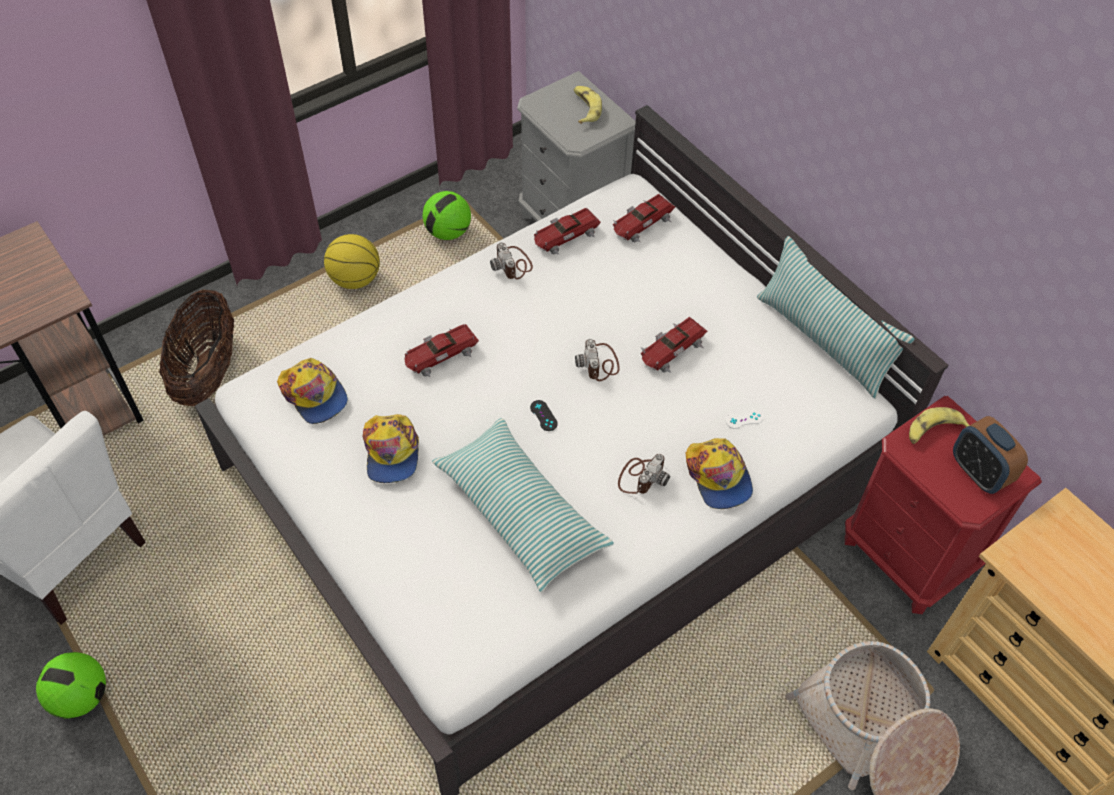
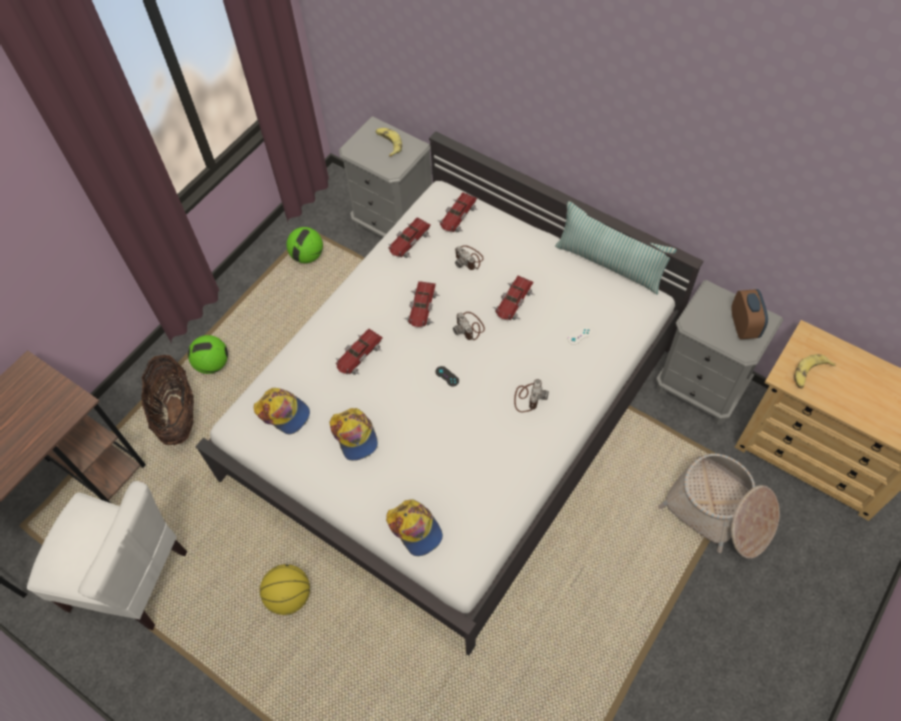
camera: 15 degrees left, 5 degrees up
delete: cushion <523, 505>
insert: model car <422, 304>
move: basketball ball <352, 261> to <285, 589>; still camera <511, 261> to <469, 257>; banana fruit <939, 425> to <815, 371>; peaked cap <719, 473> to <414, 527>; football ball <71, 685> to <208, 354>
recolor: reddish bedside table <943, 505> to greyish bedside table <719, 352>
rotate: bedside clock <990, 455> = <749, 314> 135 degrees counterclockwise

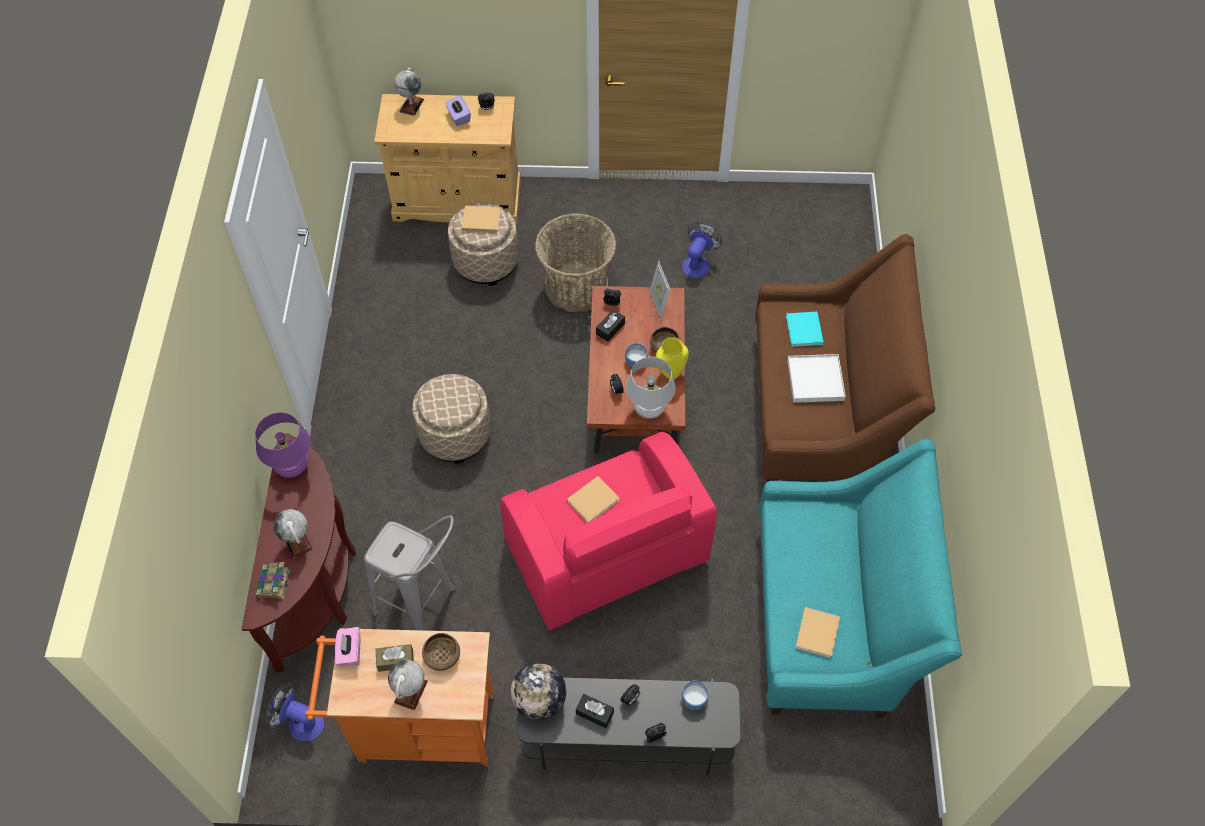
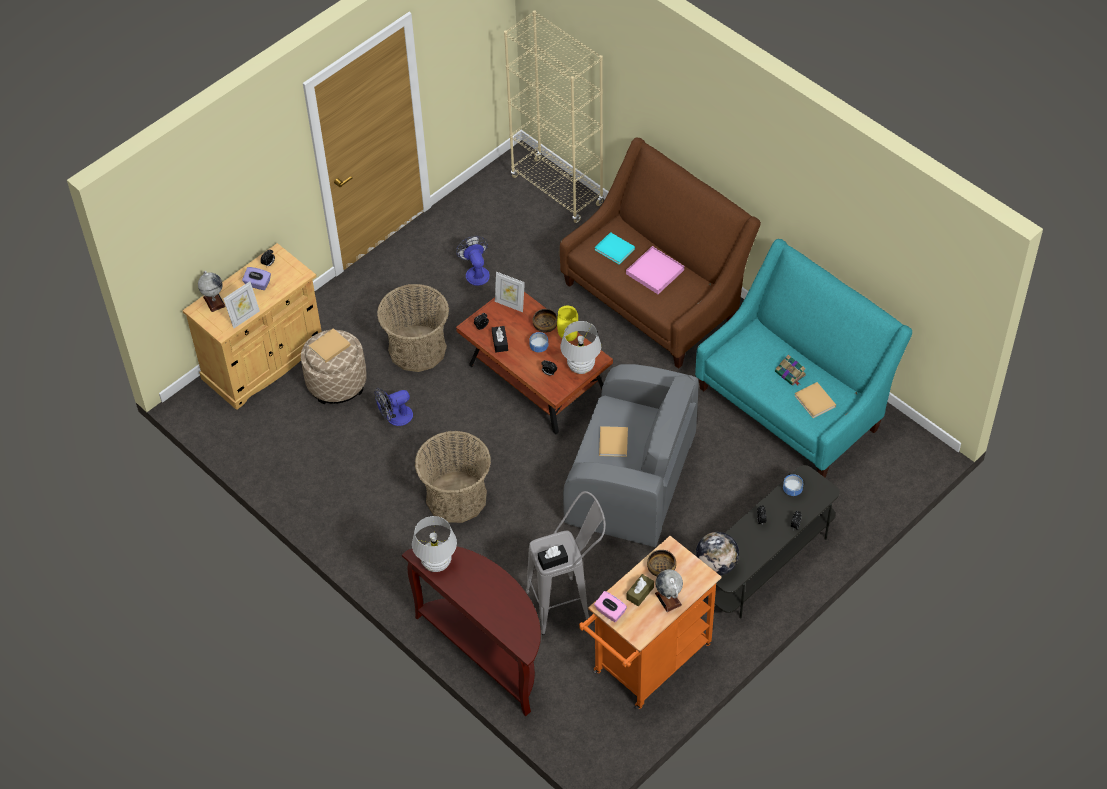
camera: 45 degrees left, 5 degrees down
delete: world globe <293, 534>
insert: sand-coloured bookshelf <554, 116>; standing frame <241, 304>
move: book <273, 582> to <790, 369>; fan <295, 711> to <394, 407>; black tissue holder <595, 711> to <553, 557>
replace: sand-coloured pouffe <451, 419> to storage basket <453, 477>
recolor: white serving tray <816, 378> to pink-coloured serving tray <655, 270>; purplish lamp for a table <283, 445> to white lamp for a table <434, 544>; pink-coloured lounge chair <608, 531> to greyish lounge chair <630, 455>

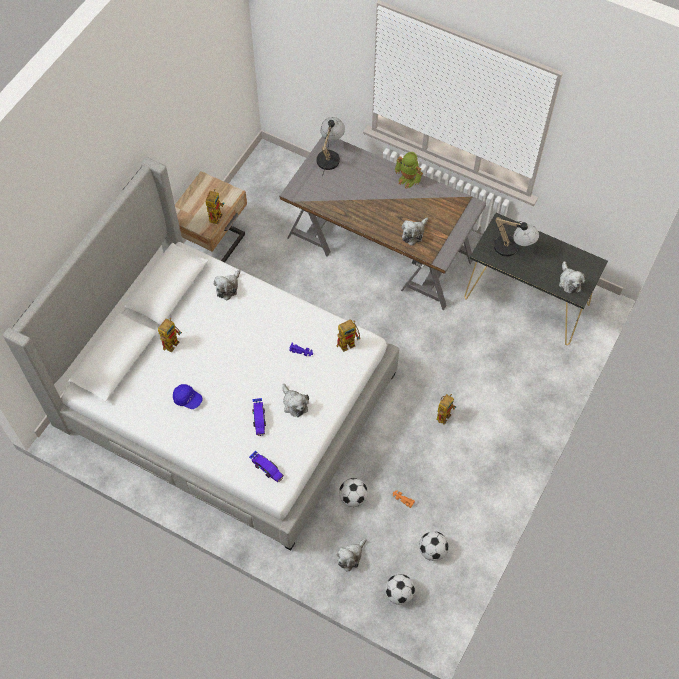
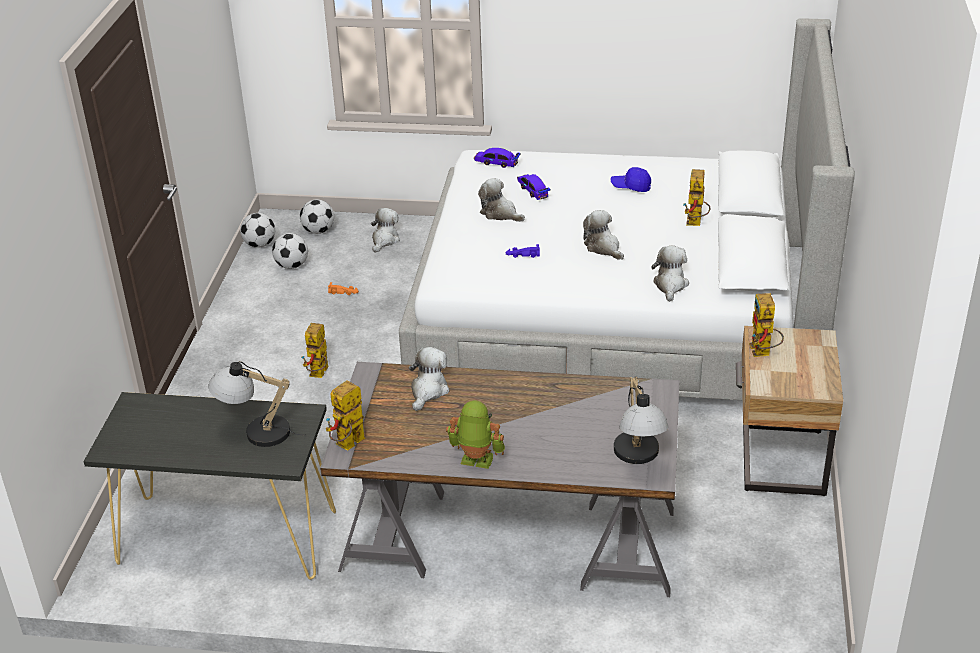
camera: 160 degrees right, 25 degrees down
move: plush toy <572, 277> to <603, 235>; robot figure <348, 336> to <345, 416>; football ball <353, 492> to <257, 230>

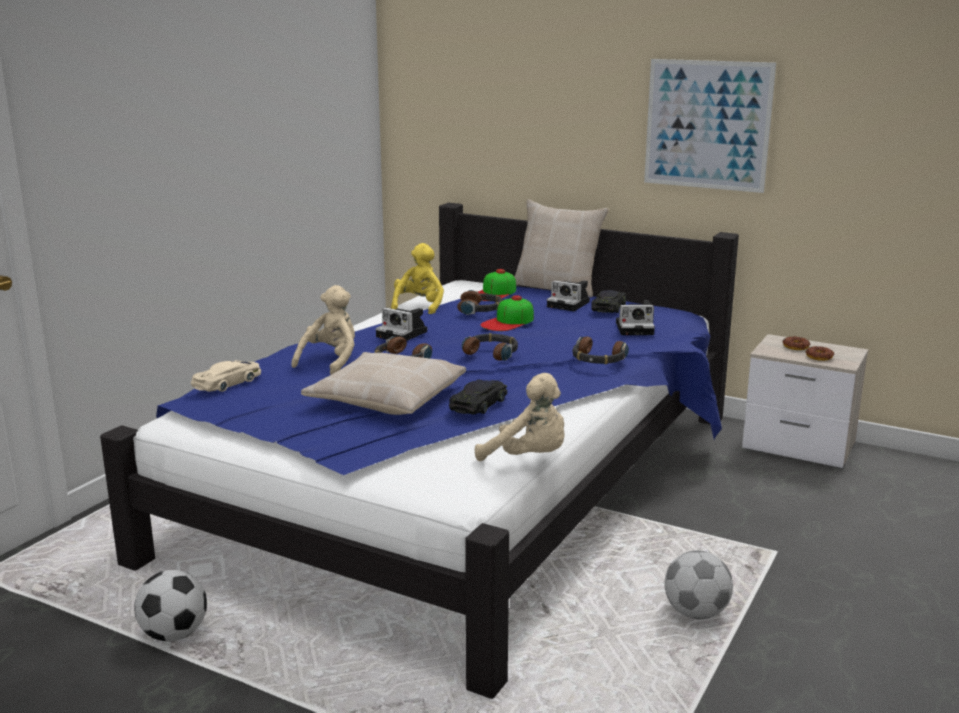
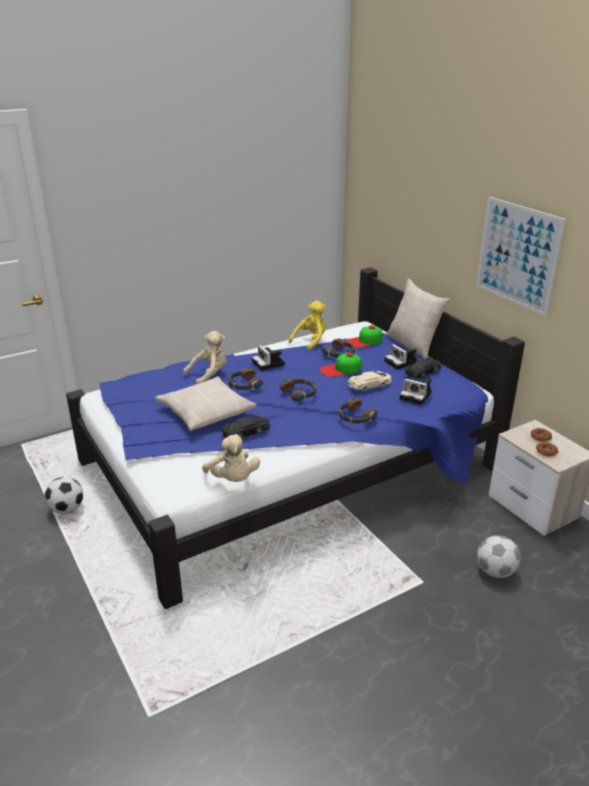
camera: 30 degrees right, 10 degrees up
move: sand-coloured model car <226, 376> to <370, 381>; football ball <698, 585> to <498, 556>

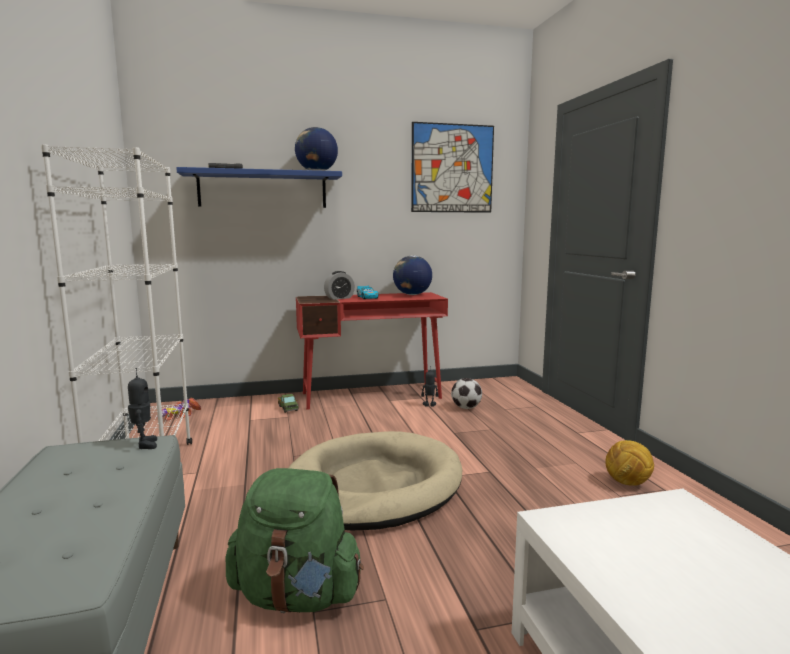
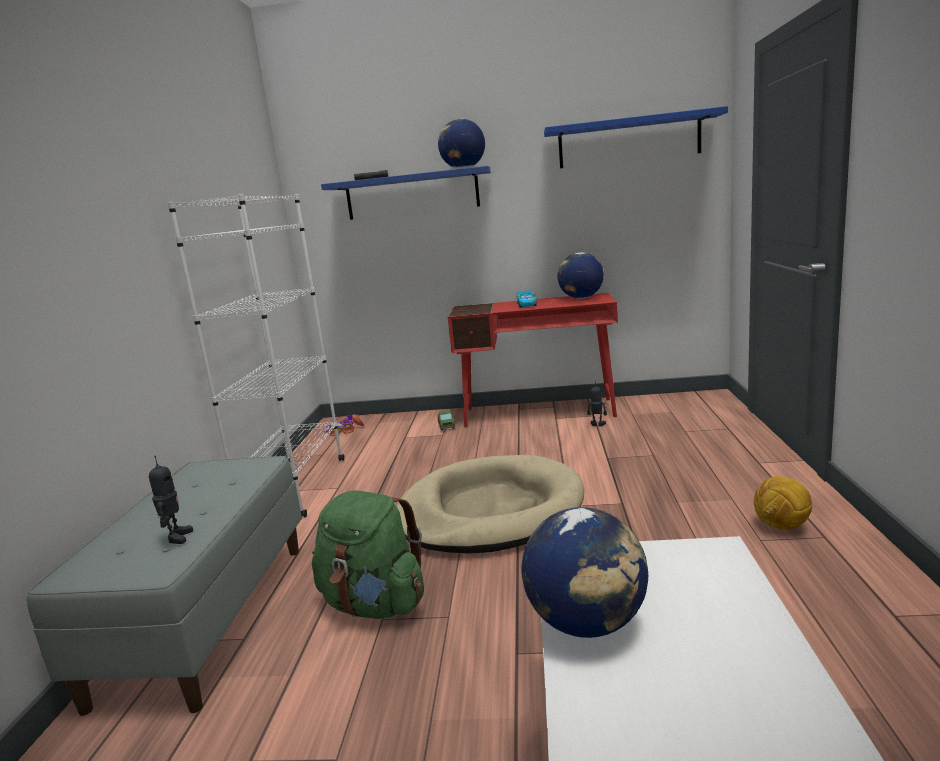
camera: 20 degrees right, 5 degrees up
delete: bedside clock <339, 285>; football ball <466, 393>
insert: world globe <584, 572>
move: robot figure <142, 408> to <171, 500>
replace: wall art <452, 167> to bluish wall shelf <636, 137>

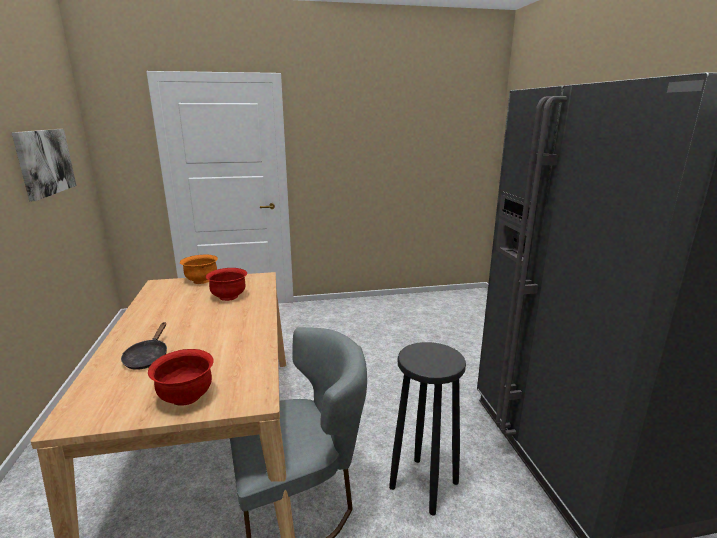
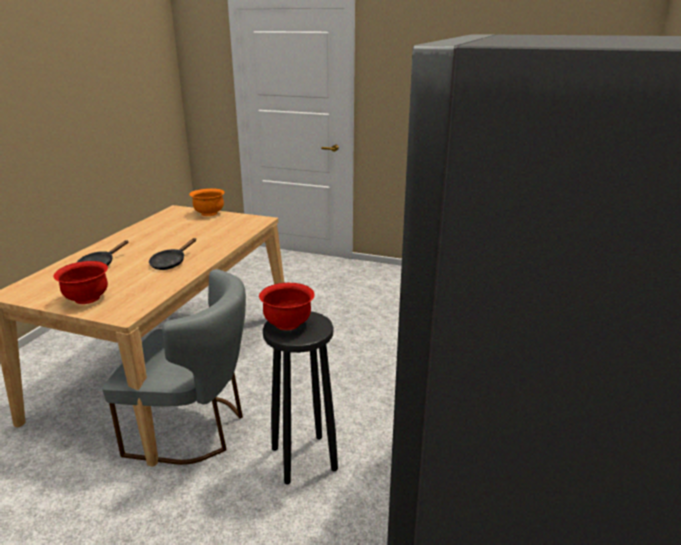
camera: 30 degrees right, 5 degrees up
delete: wall art <43, 165>
insert: black frying pan <172, 254>
move: reddish serving bowl <226, 284> to <287, 306>

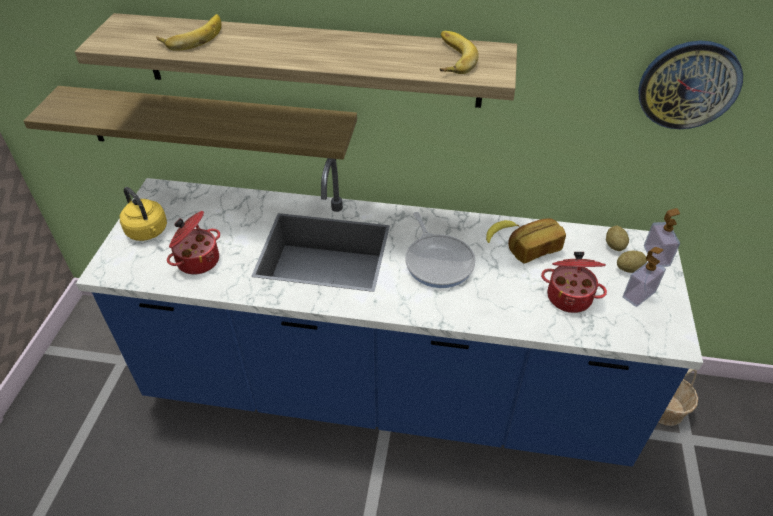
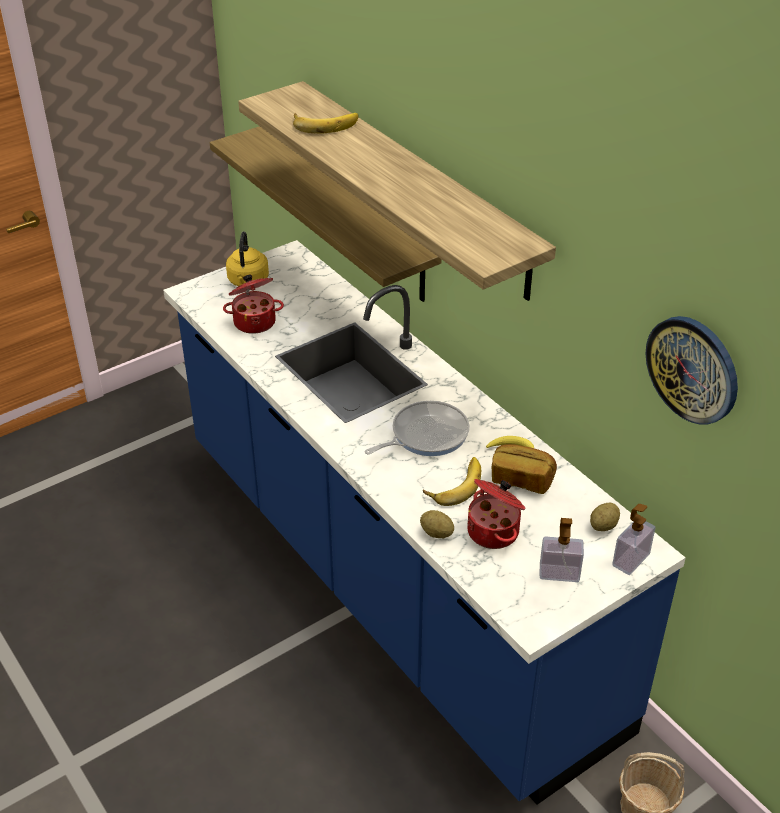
camera: 45 degrees right, 5 degrees down
move: banana fruit <459, 52> to <452, 481>; whole potato <632, 262> to <437, 524>
rotate: frying pan <440, 250> = <417, 428> 150 degrees counterclockwise

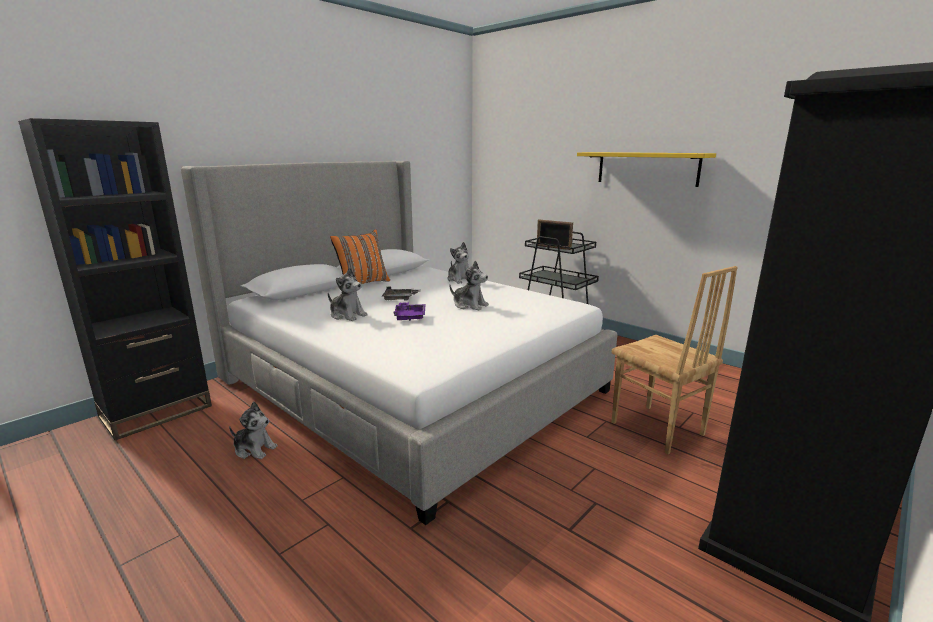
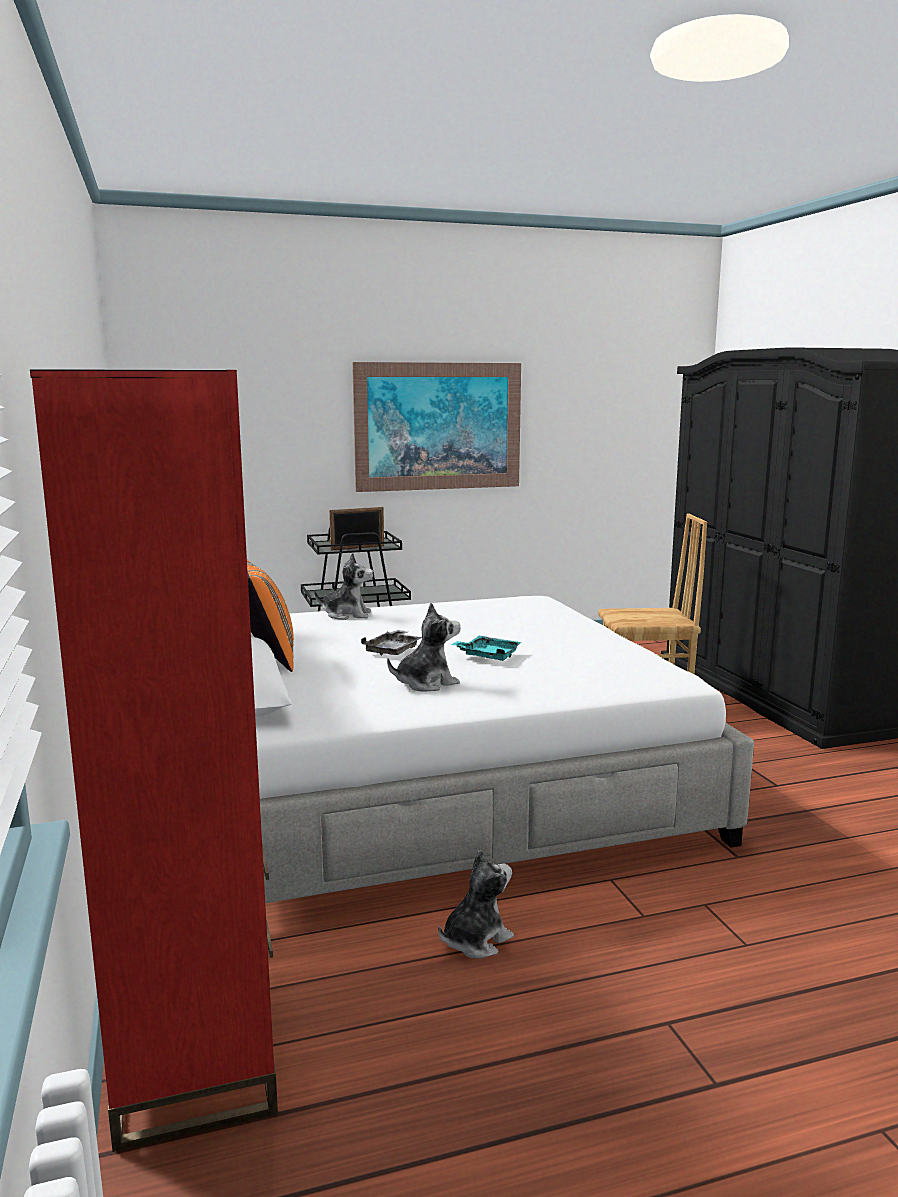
camera: 60 degrees left, 5 degrees down
delete: plush toy <469, 285>
replace: yellow-coloured wall shelf <646, 169> to wall art <436, 427>
recolor: black bookshelf <115, 279> to reddish bookshelf <154, 760>; purplish serving tray <409, 311> to turquoise-coloured serving tray <486, 648>

